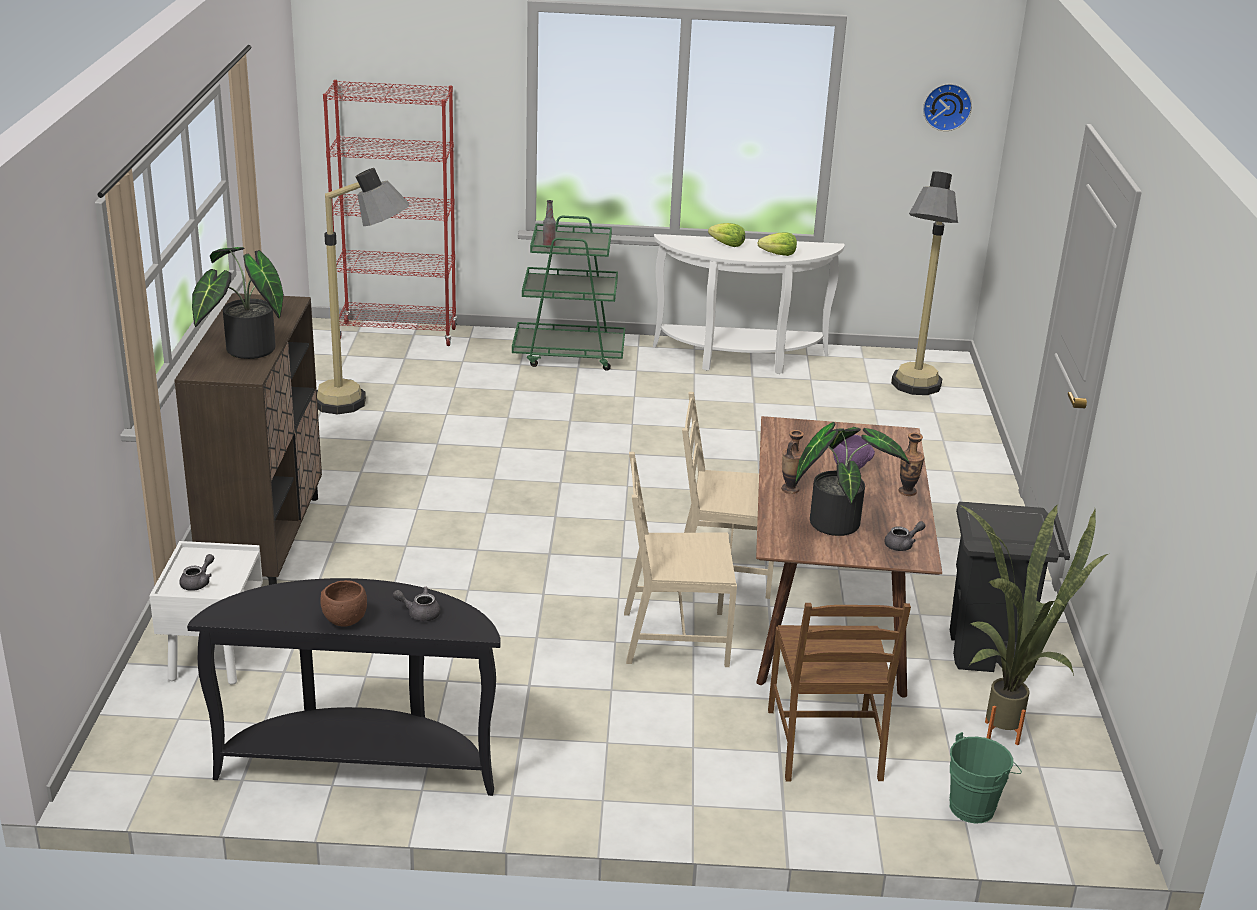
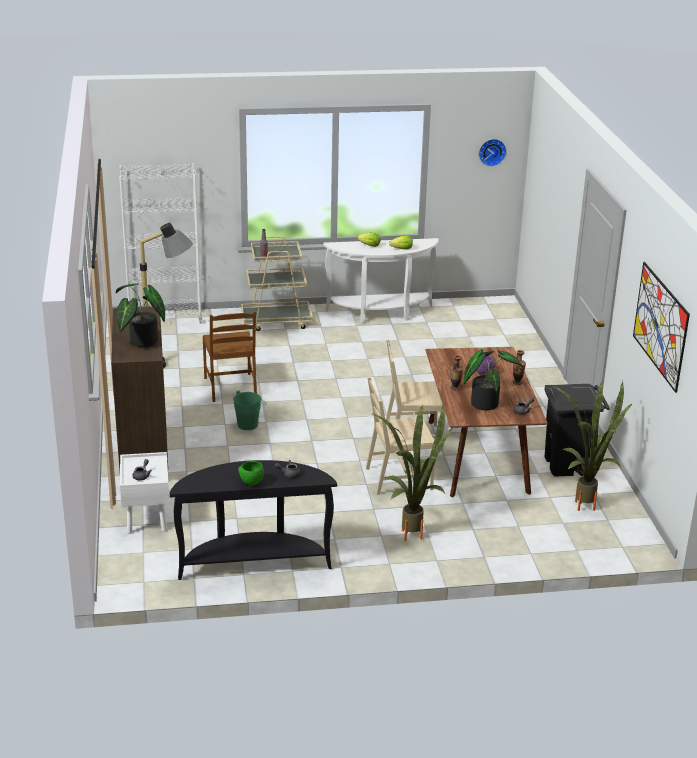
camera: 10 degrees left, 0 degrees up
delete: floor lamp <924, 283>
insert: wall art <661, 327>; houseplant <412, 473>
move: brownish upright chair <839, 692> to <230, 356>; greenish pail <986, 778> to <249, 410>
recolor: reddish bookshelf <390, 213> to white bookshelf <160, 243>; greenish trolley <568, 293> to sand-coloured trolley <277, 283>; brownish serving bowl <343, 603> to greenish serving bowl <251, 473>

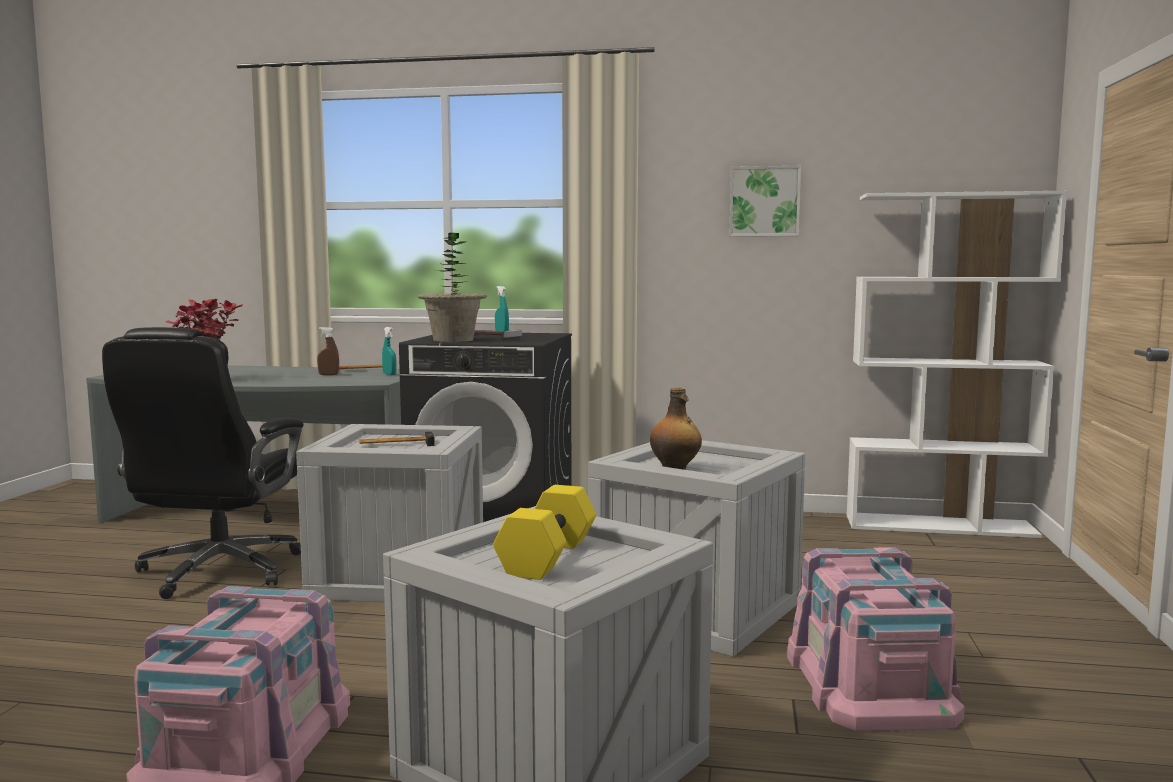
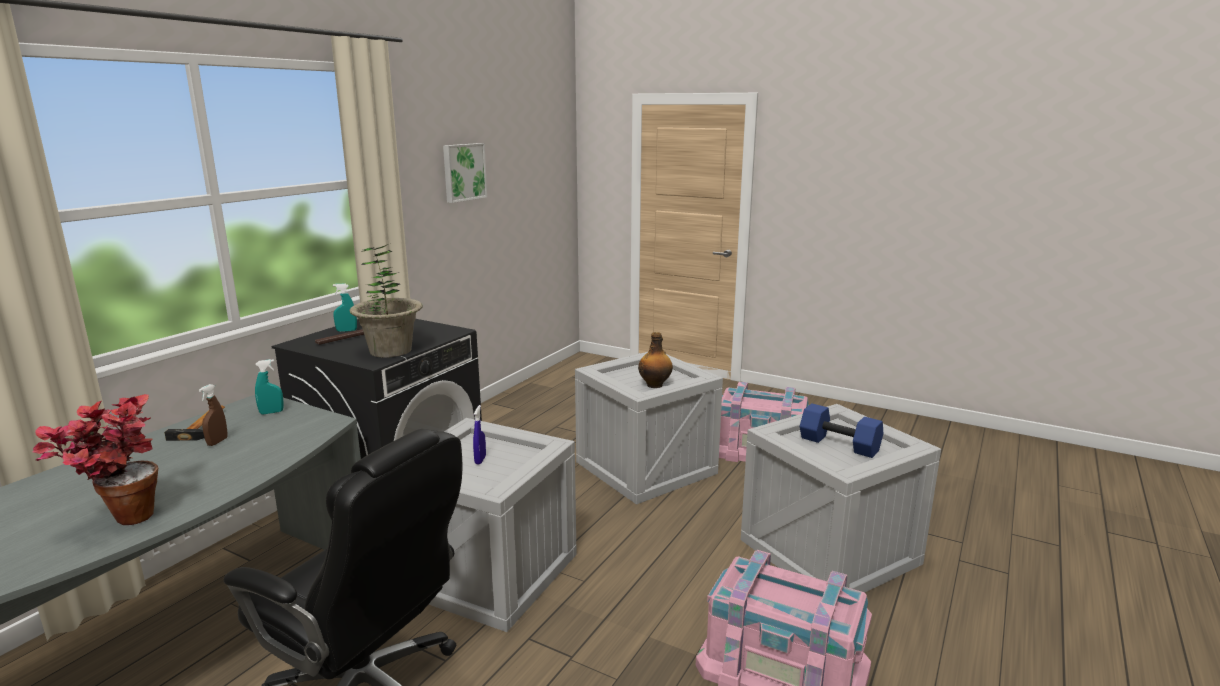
camera: 70 degrees left, 10 degrees up
delete: white bookshelf <957, 364>
replace: hammer <397, 439> to bluish sprayer <479, 434>
recolor: yellow-coloured hand weight <544, 532> to bluish hand weight <841, 430>

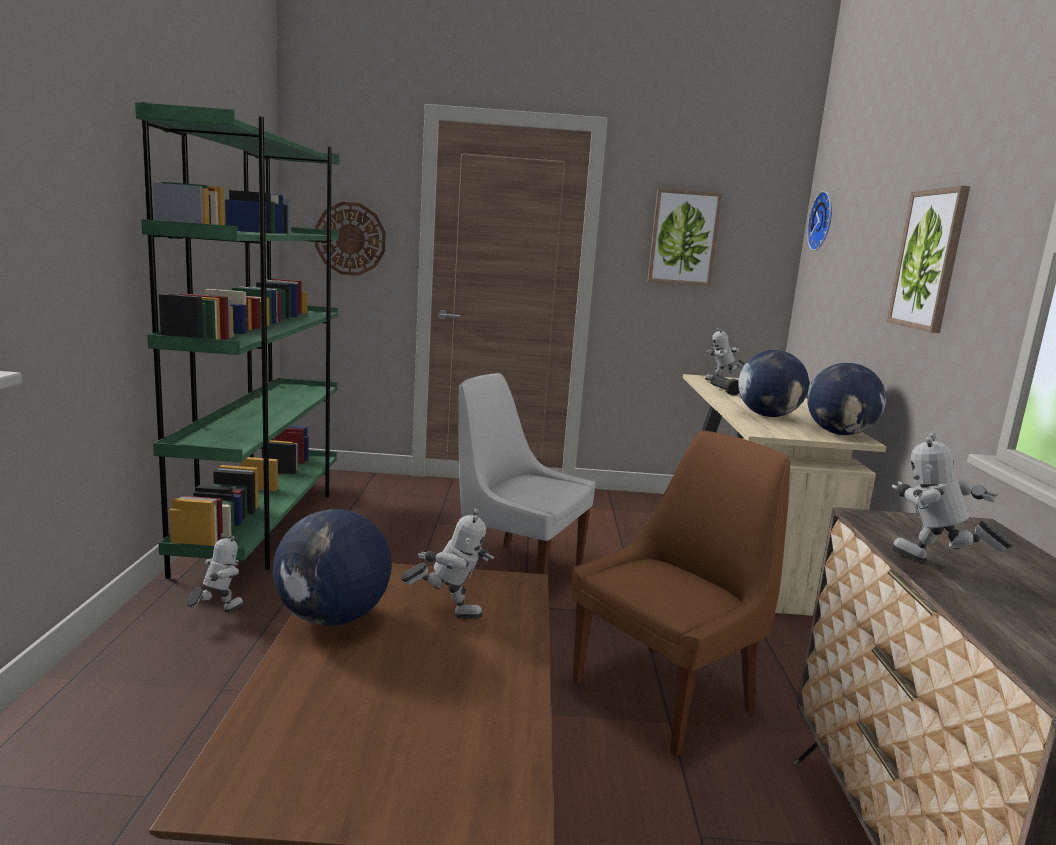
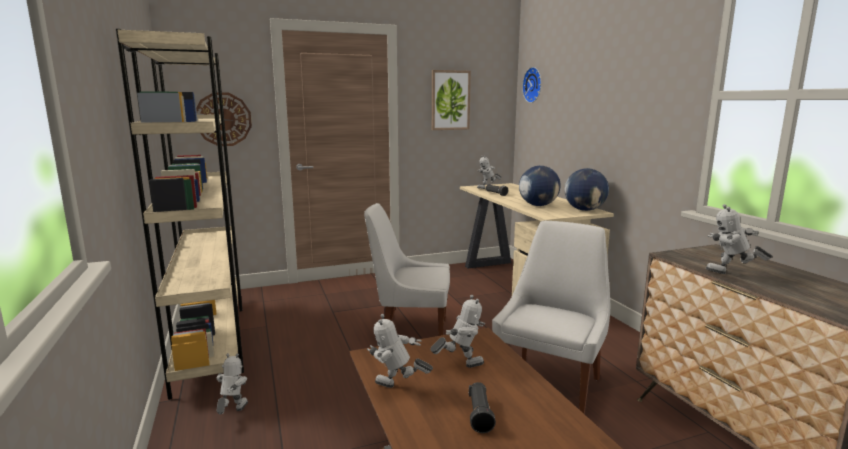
camera: 20 degrees left, 0 degrees up
delete: wall art <928, 259>
insert: black hand torch <482, 407>
replace: world globe <332, 567> to robot figure <400, 351>
recolor: greenish bookshelf <237, 340> to sand-coloured bookshelf <180, 214>; brownish upright chair <681, 593> to white upright chair <551, 317>

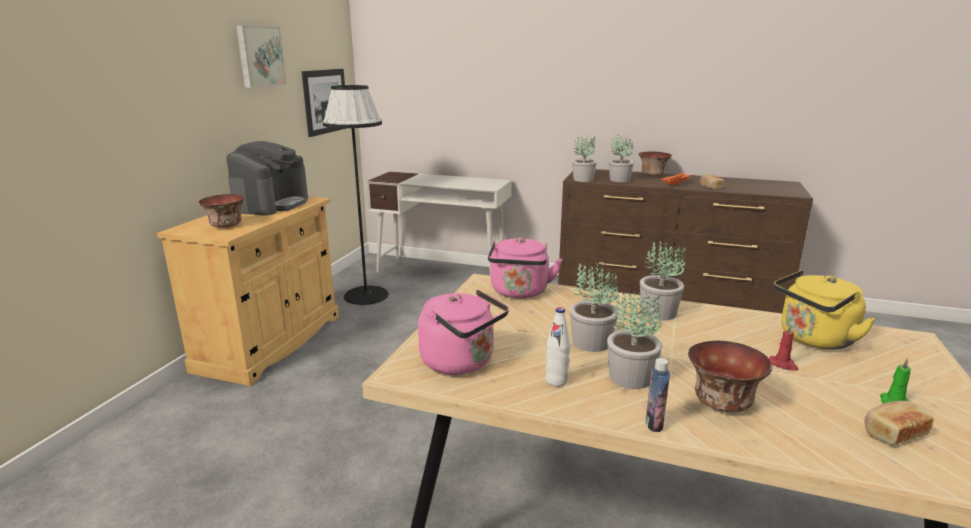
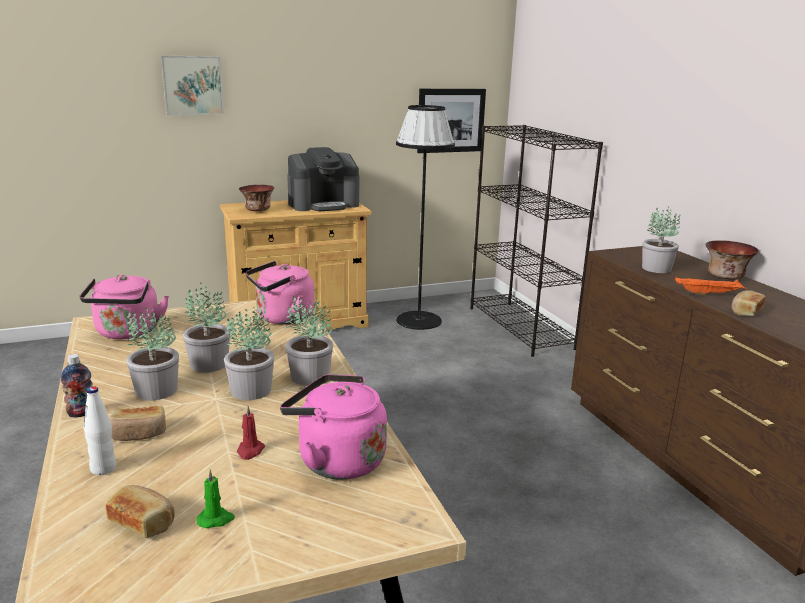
camera: 50 degrees right, 0 degrees up
move: wall art <261, 57> to <192, 85>; houseplant <584, 159> to <249, 353>; white beverage bottle <558, 347> to <100, 430>
replace: white desk unit <439, 223> to black bookshelf <537, 241>; serving bowl <730, 376> to bakery bread <137, 423>
recolor: yellow-coloured tea kettle <825, 309> to pink-coloured tea kettle <333, 427>

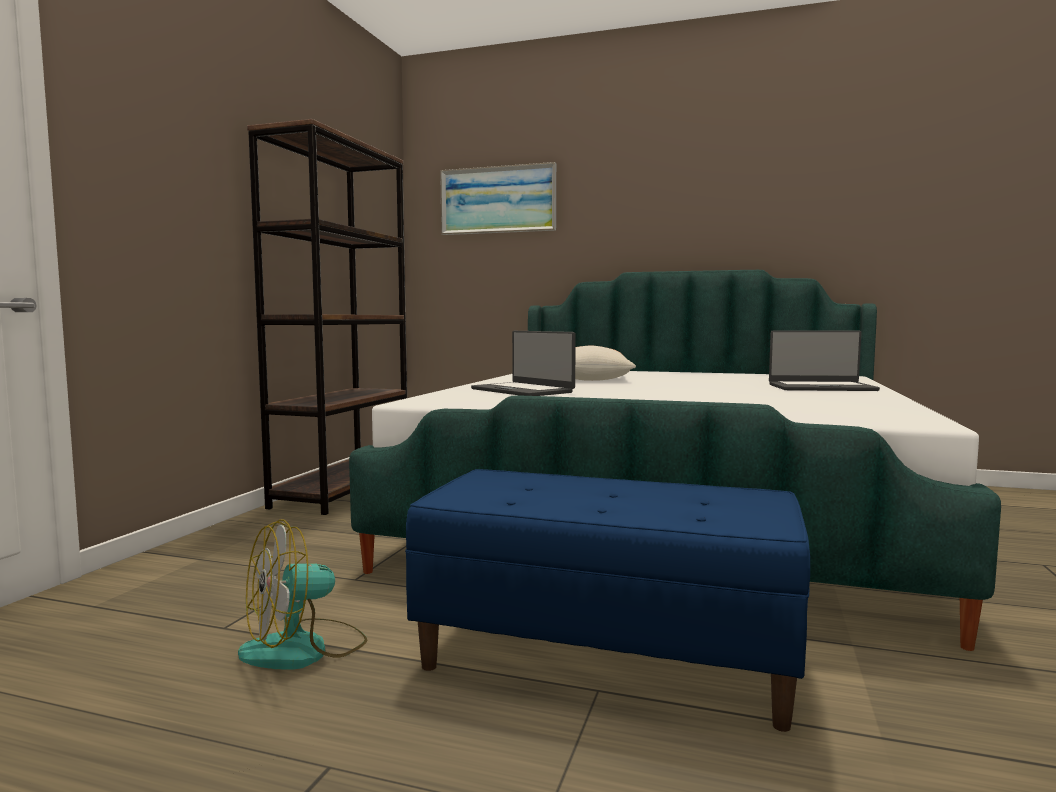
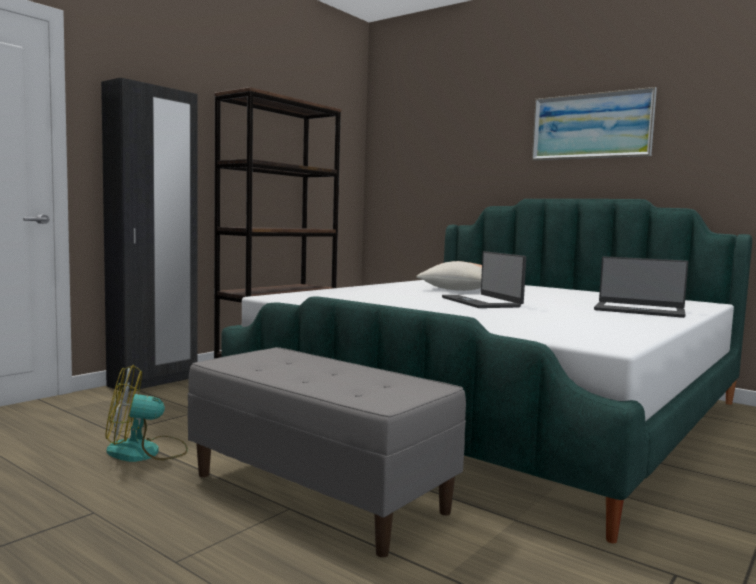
camera: 20 degrees right, 0 degrees up
insert: black wardrobe <149, 235>
move: wall art <498, 198> to <594, 123>; notebook computer <523, 363> to <484, 279>
recolor: bluish indoor bench <607, 600> to greyish indoor bench <327, 452>

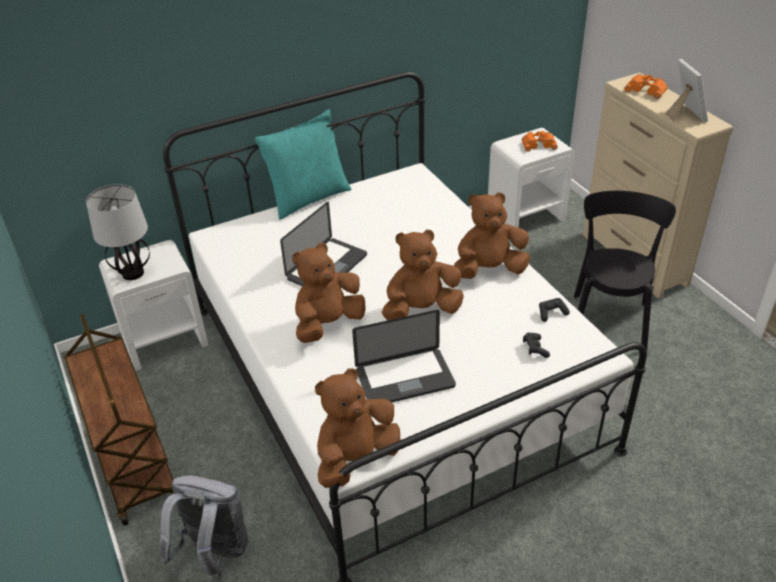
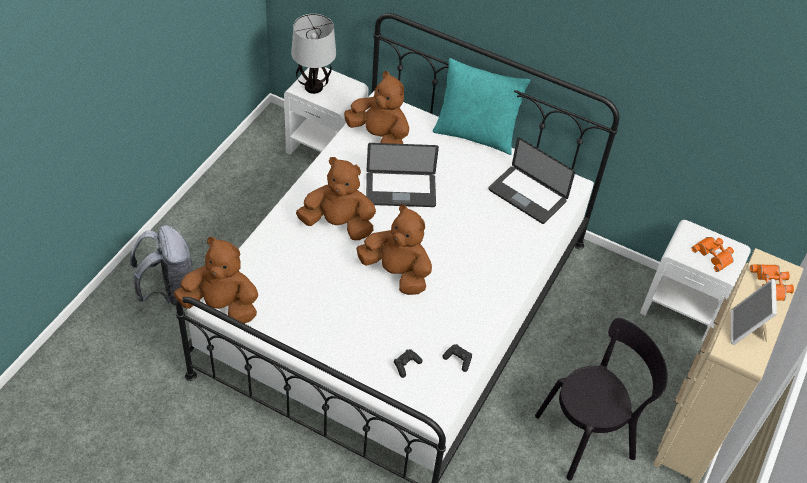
camera: 50 degrees right, 10 degrees up
delete: brownish trolley <119, 420>
move: brownish plush toy <492, 235> to <376, 107>; notebook computer <404, 356> to <531, 180>
rotate: standing frame <686, 90> = <754, 312> 150 degrees clockwise

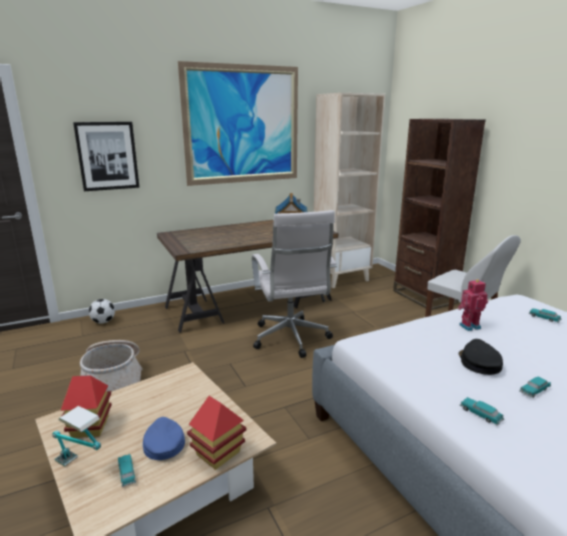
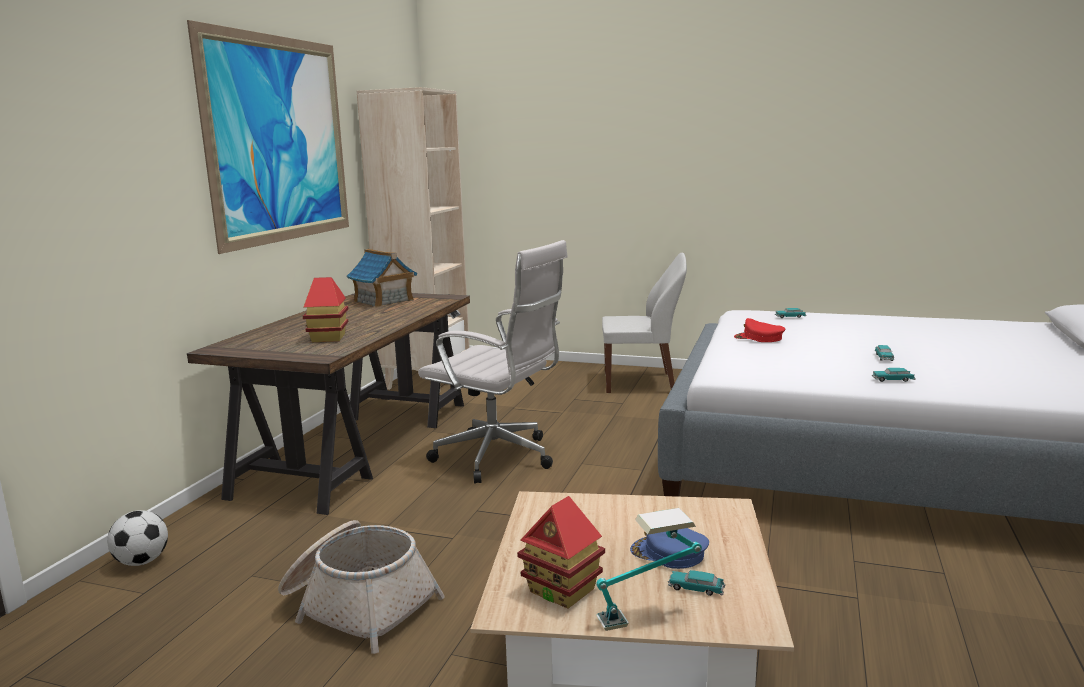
camera: 45 degrees left, 5 degrees down
delete: brownish bookshelf <439, 214>; wall art <106, 156>; black peaked cap <481, 357>
move: model house <216, 433> to <326, 309>
replace: robot figure <473, 305> to reddish peaked cap <759, 330>

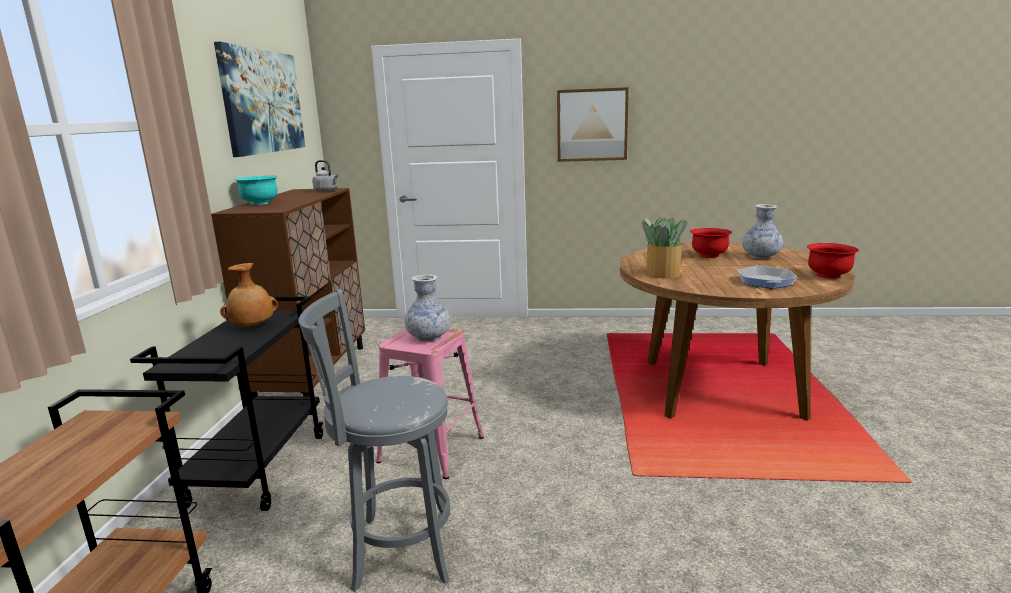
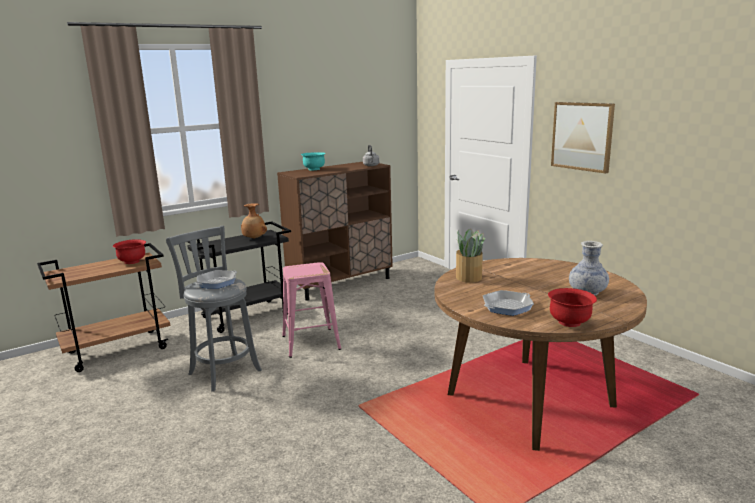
camera: 50 degrees right, 0 degrees up
delete: wall art <259, 99>; flower vase <427, 308>
insert: frying pan <216, 279>
move: reddish serving bowl <711, 243> to <129, 251>

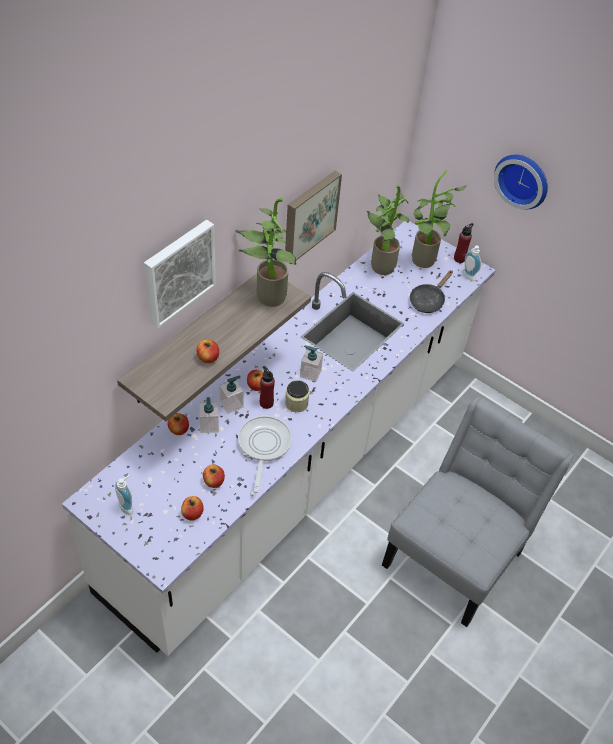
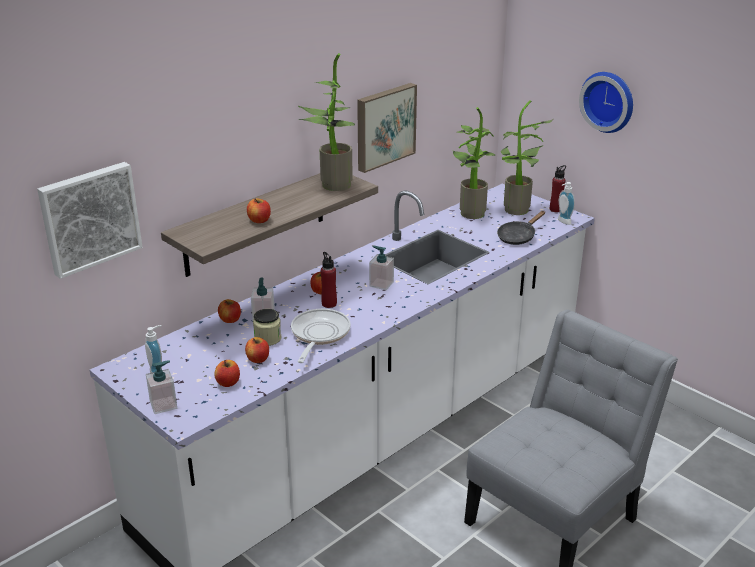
camera: 10 degrees right, 20 degrees down
move: wall art <180, 274> to <90, 220>; soap bottle <231, 395> to <161, 387>; jar <297, 396> to <267, 327>

